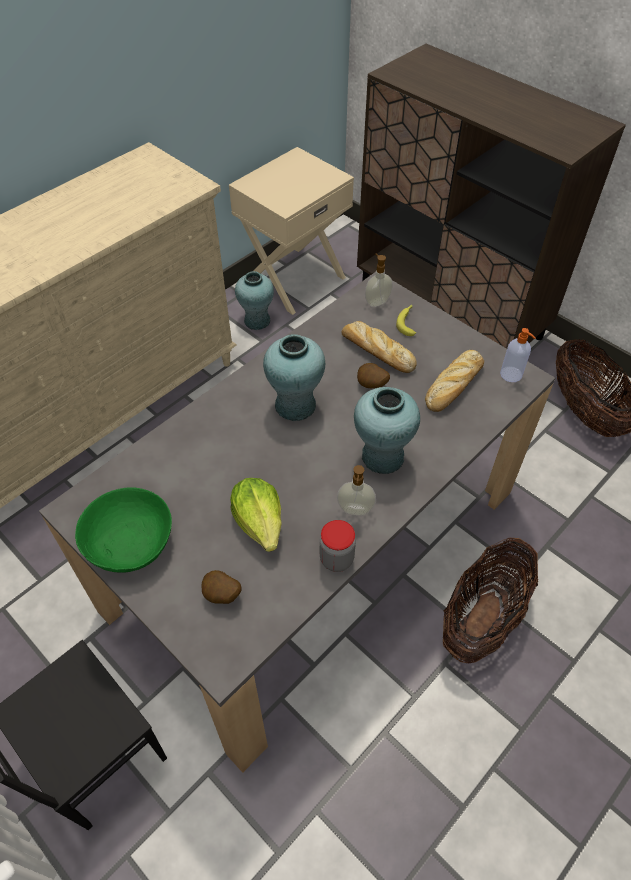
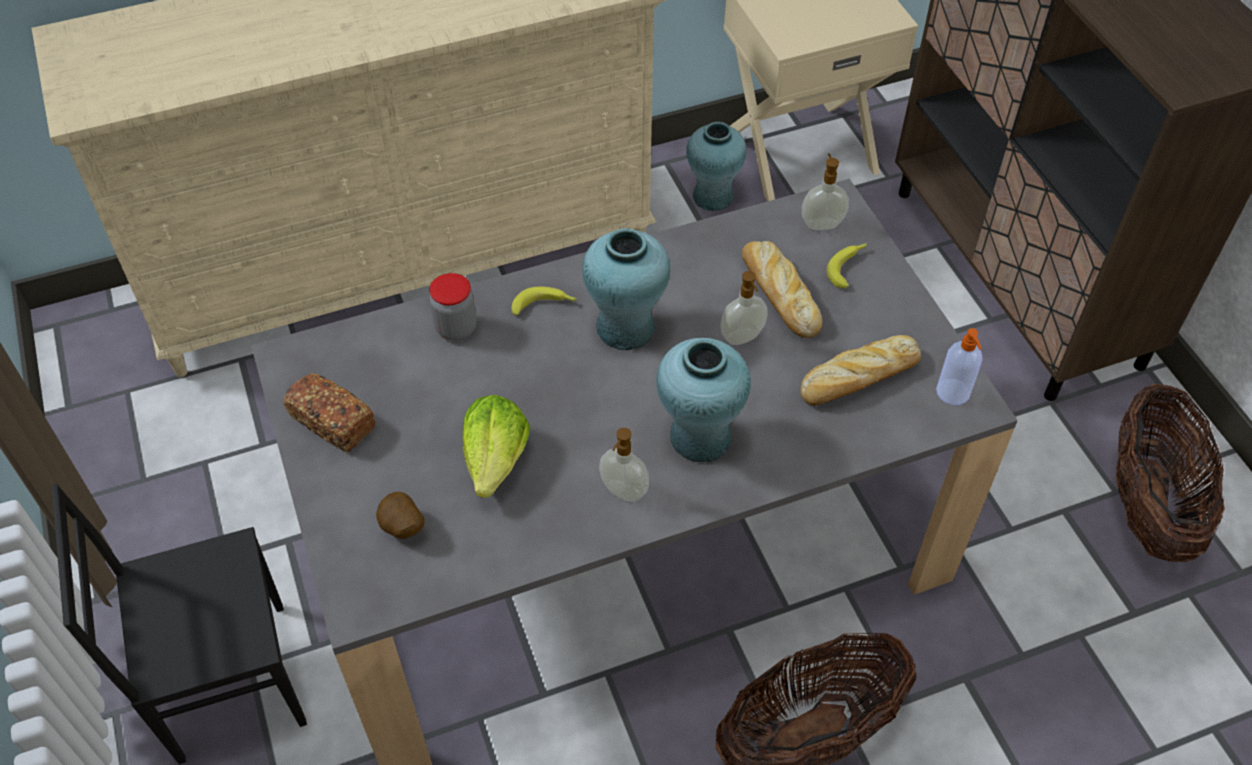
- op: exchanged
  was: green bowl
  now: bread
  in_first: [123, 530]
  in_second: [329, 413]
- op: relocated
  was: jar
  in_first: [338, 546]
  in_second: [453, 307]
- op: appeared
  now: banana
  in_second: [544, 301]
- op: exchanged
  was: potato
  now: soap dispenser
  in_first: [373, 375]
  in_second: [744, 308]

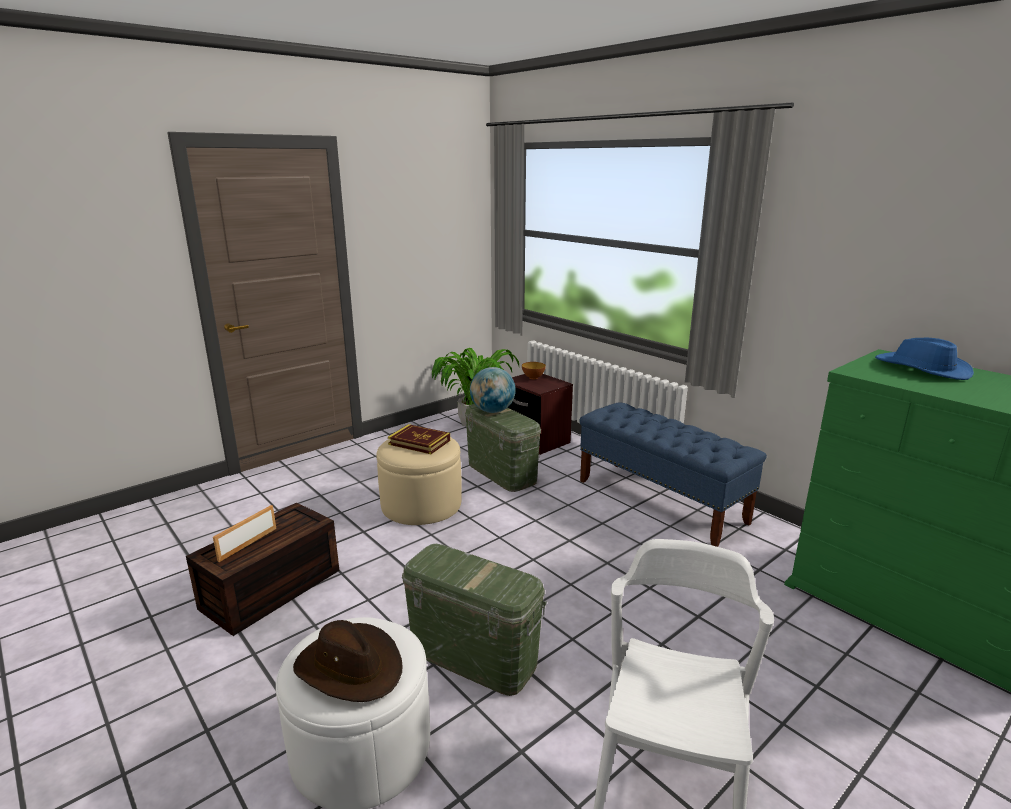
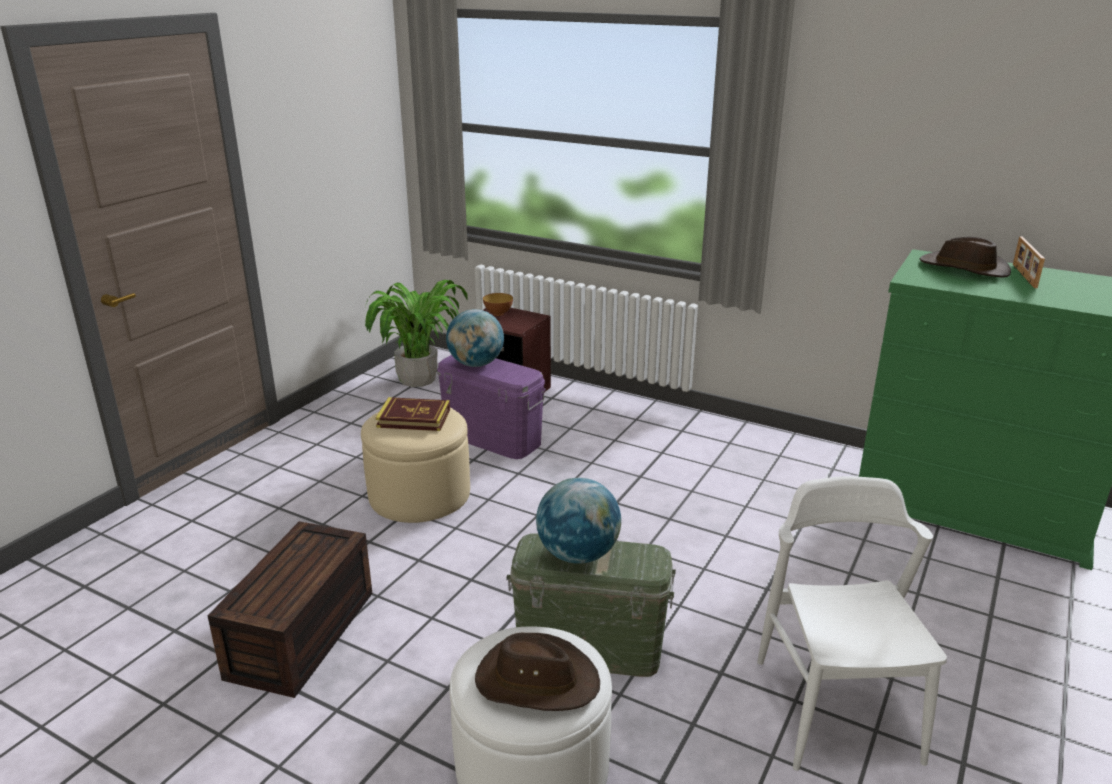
- op: colour
  was: green storage box
  now: purple storage box
  in_first: [503, 448]
  in_second: [491, 407]
- op: appeared
  now: globe
  in_second: [578, 521]
- op: colour
  was: blue hat
  now: brown hat
  in_first: [924, 359]
  in_second: [965, 257]
- op: relocated
  was: picture frame
  in_first: [244, 533]
  in_second: [1029, 262]
- op: missing
  was: blue bench
  in_first: [673, 475]

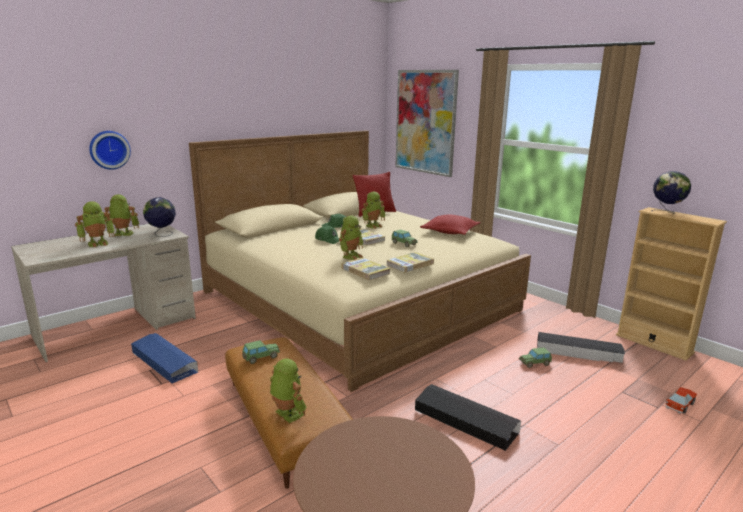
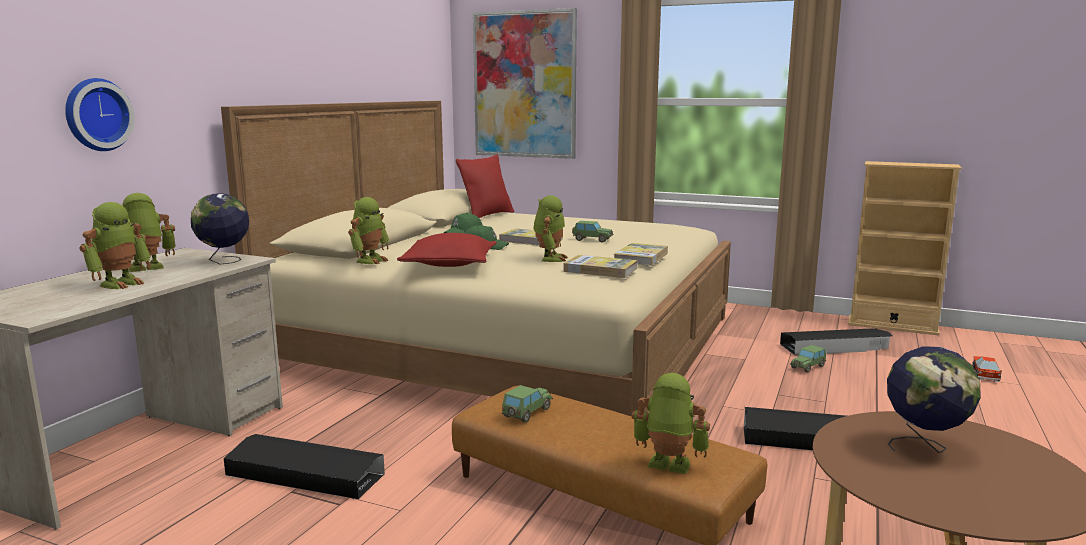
- op: colour
  was: blue storage box
  now: black storage box
  in_first: [164, 358]
  in_second: [304, 466]
- op: relocated
  was: toy robot
  in_first: [373, 210]
  in_second: [368, 230]
- op: relocated
  was: red pillow
  in_first: [450, 225]
  in_second: [447, 250]
- op: relocated
  was: globe
  in_first: [671, 192]
  in_second: [934, 400]

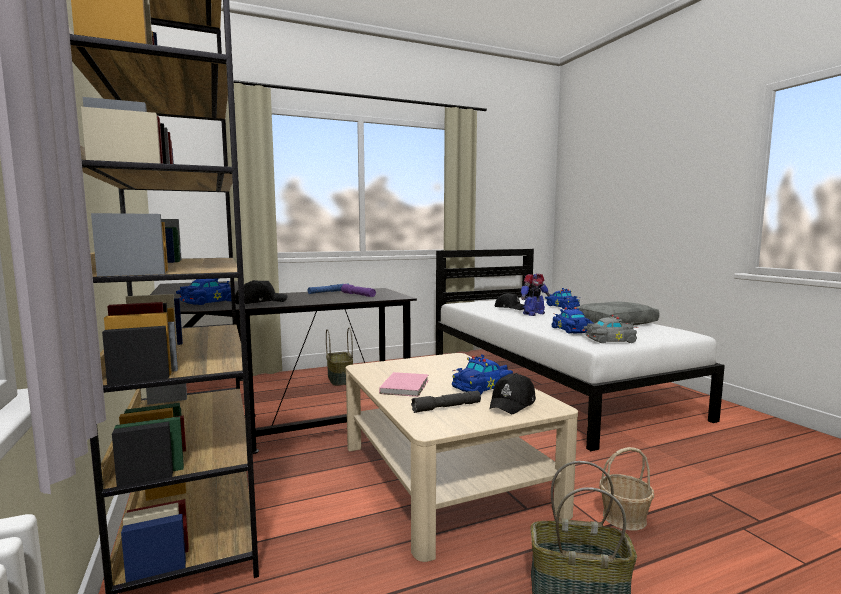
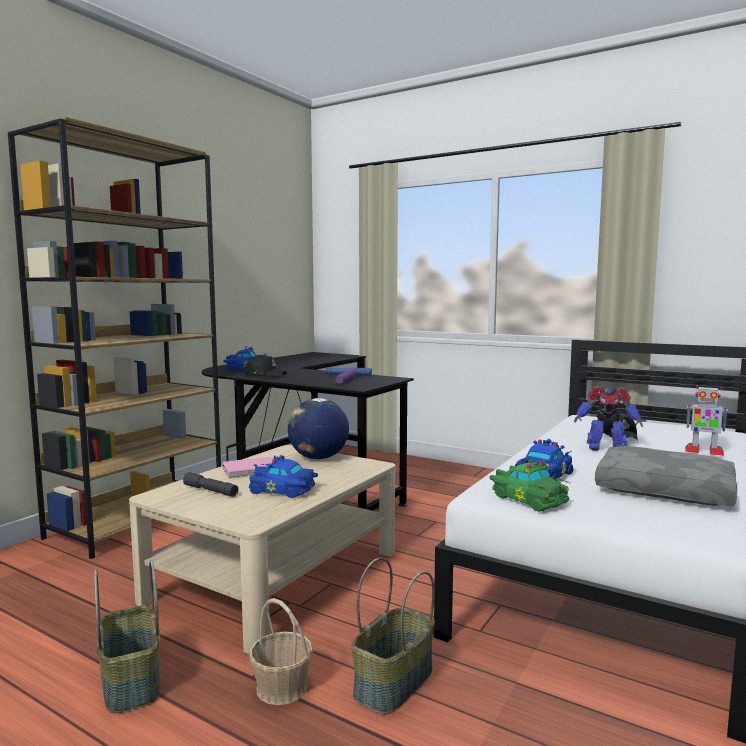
- op: appeared
  now: globe
  in_second: [318, 429]
- op: relocated
  was: basket
  in_first: [339, 357]
  in_second: [393, 635]
- op: colour
  was: grey toy car
  now: green toy car
  in_first: [611, 328]
  in_second: [529, 485]
- op: exchanged
  was: blue toy car
  now: toy robot
  in_first: [562, 298]
  in_second: [706, 420]
- op: missing
  was: black cap
  in_first: [512, 393]

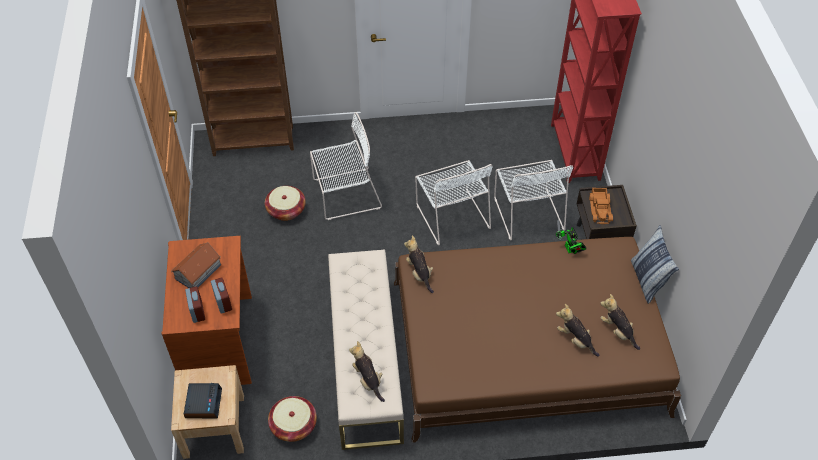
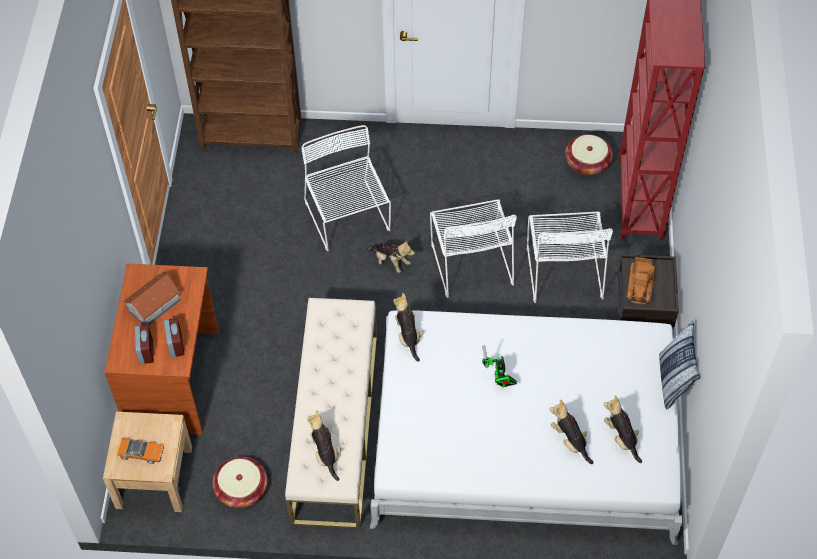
- op: exchanged
  was: alarm clock
  now: toy car
  in_first: [203, 400]
  in_second: [140, 451]
- op: spun
  was: white chair
  in_first: [346, 166]
  in_second: [346, 188]
  clockwise: -105
- op: appeared
  now: plush toy
  in_second: [391, 256]
- op: colour
  was: brown bed
  now: white bed
  in_first: [537, 340]
  in_second: [526, 427]
- op: relocated
  was: toy robot
  in_first: [571, 237]
  in_second: [499, 366]
- op: relocated
  was: basket
  in_first: [285, 203]
  in_second: [589, 154]

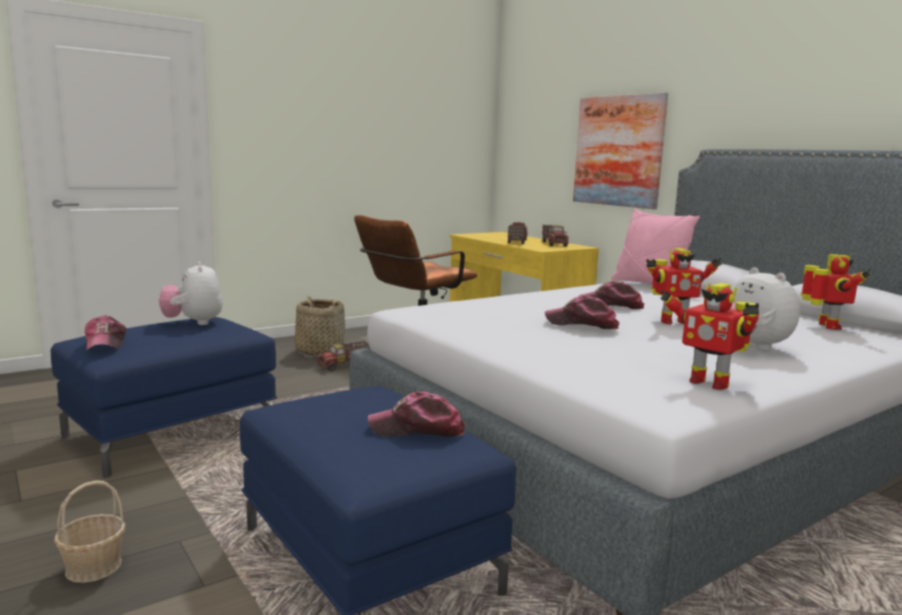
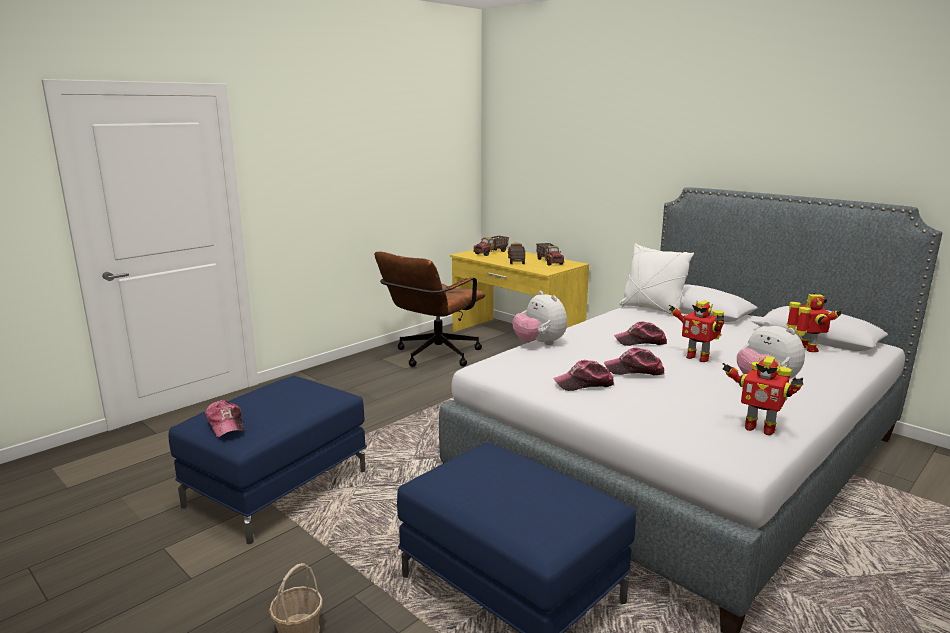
- op: relocated
  was: toy truck
  in_first: [343, 356]
  in_second: [491, 246]
- op: relocated
  was: plush toy
  in_first: [191, 293]
  in_second: [539, 318]
- op: relocated
  was: cap
  in_first: [416, 414]
  in_second: [583, 375]
- op: colour
  was: pink pillow
  now: white pillow
  in_first: [655, 246]
  in_second: [656, 278]
- op: spun
  was: toy robot
  in_first: [683, 286]
  in_second: [696, 331]
  clockwise: 60
- op: missing
  was: basket
  in_first: [320, 325]
- op: missing
  was: picture
  in_first: [620, 150]

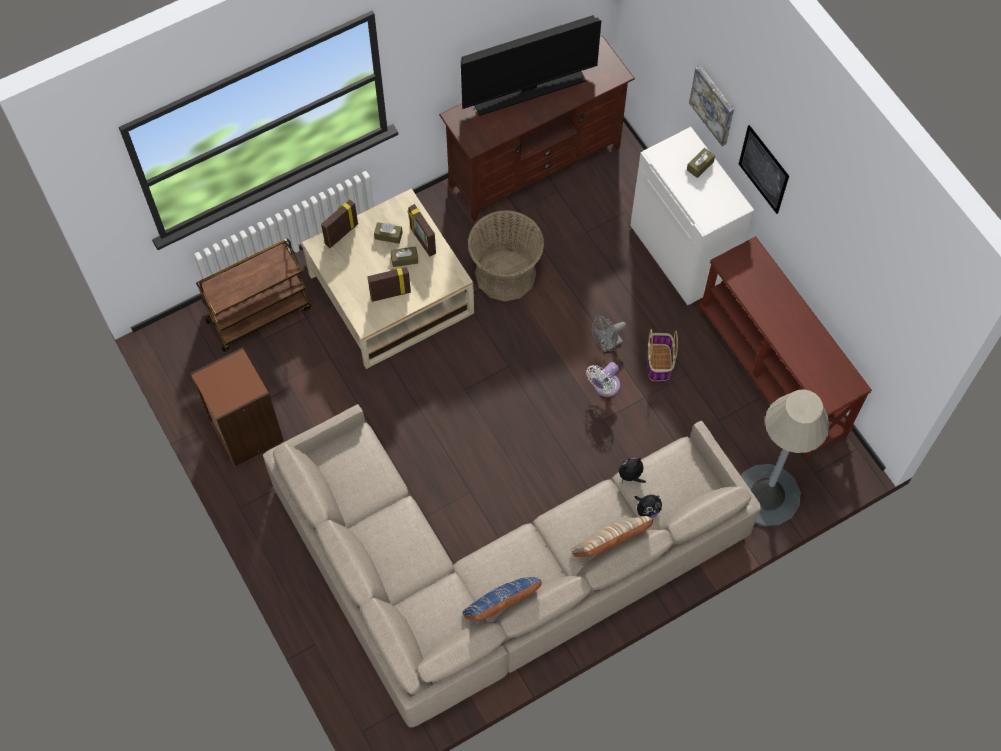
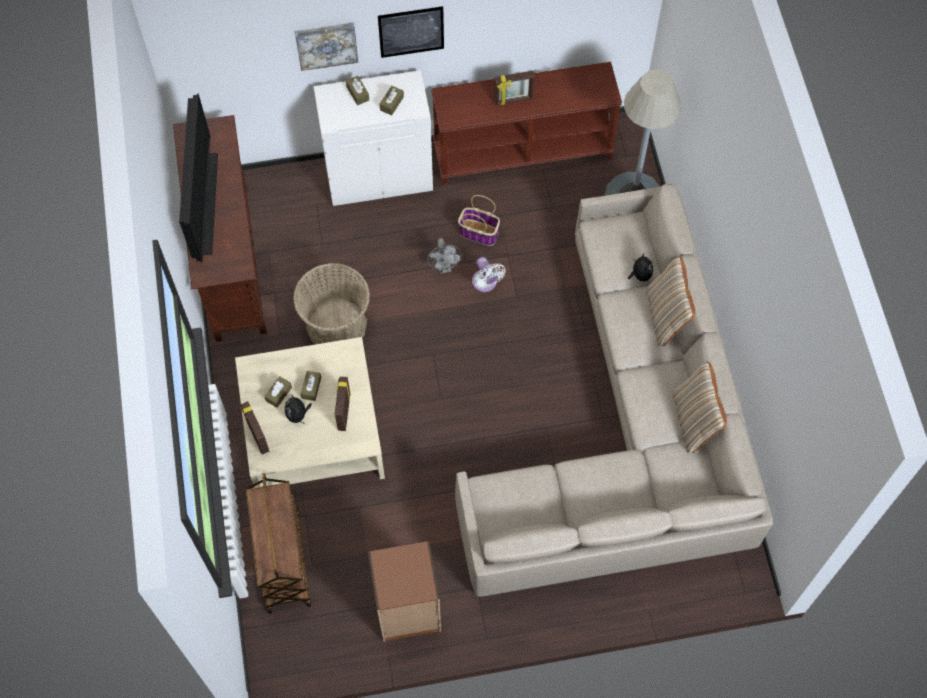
- op: relocated
  was: plush toy
  in_first: [632, 470]
  in_second: [298, 409]
- op: appeared
  now: brown tissue box
  in_second: [392, 100]
- op: relocated
  was: picture frame
  in_first: [421, 230]
  in_second: [514, 88]
- op: colour
  was: blue pillow
  now: beige pillow
  in_first: [502, 599]
  in_second: [700, 407]

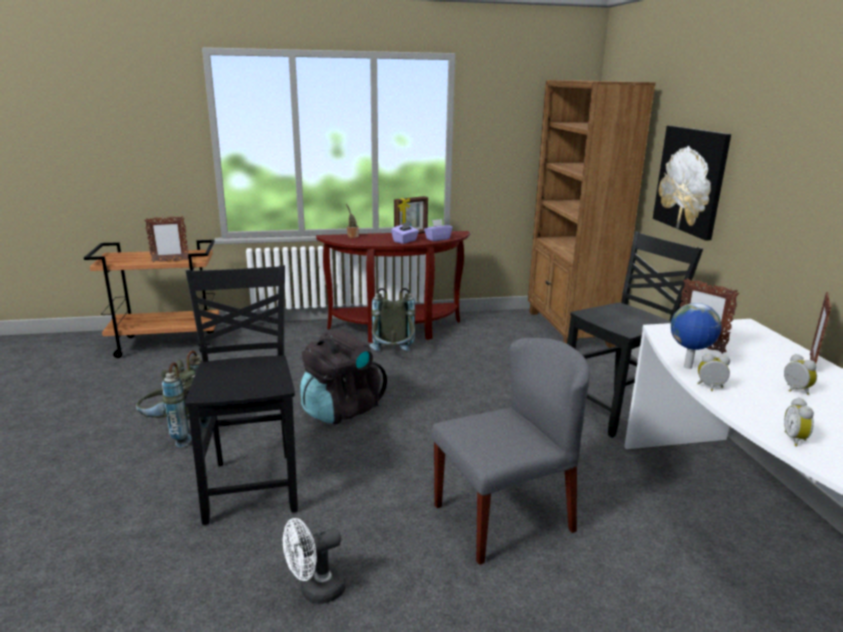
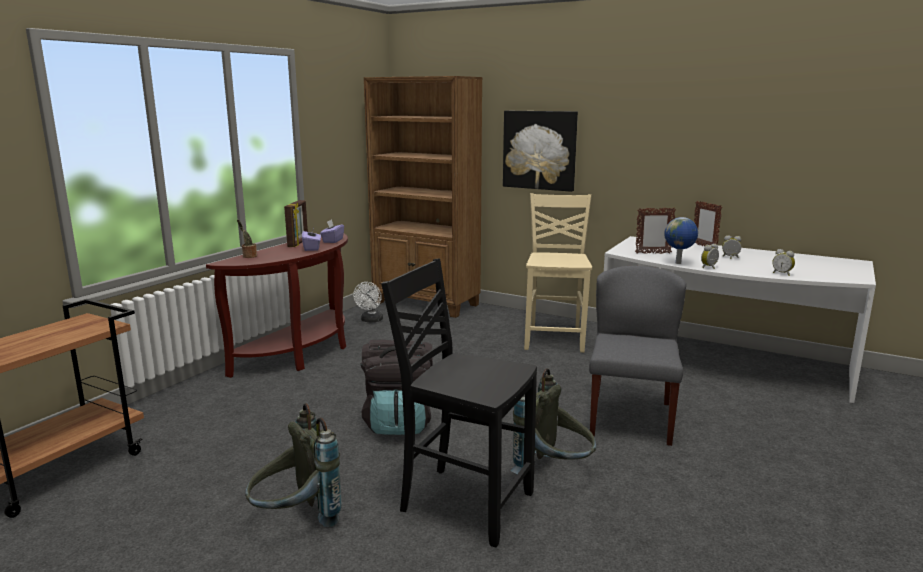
- op: relocated
  was: white fan
  in_first: [314, 561]
  in_second: [368, 302]
- op: relocated
  was: grey backpack
  in_first: [392, 319]
  in_second: [553, 421]
- op: colour
  was: black chair
  now: beige chair
  in_first: [635, 334]
  in_second: [558, 273]
- op: missing
  was: picture frame
  in_first: [166, 239]

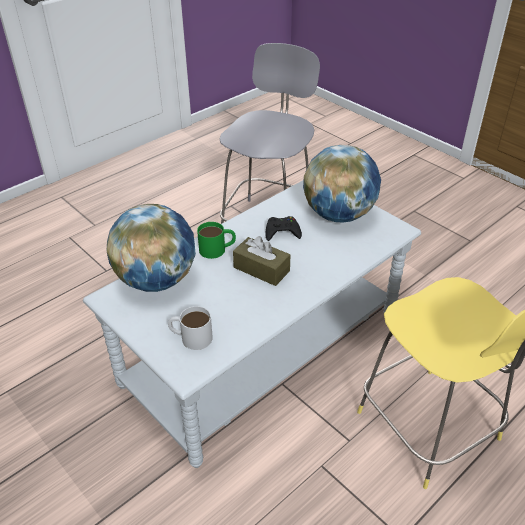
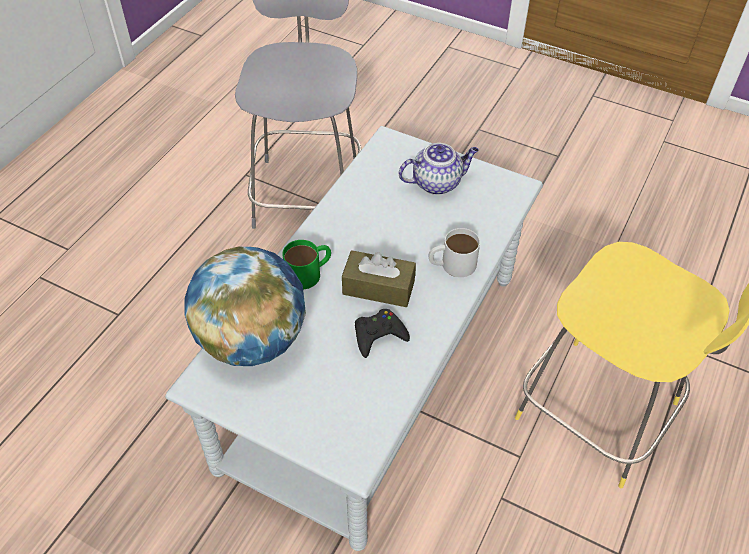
- op: relocated
  was: black game controller
  in_first: [283, 228]
  in_second: [382, 333]
- op: exchanged
  was: globe
  now: teapot
  in_first: [342, 184]
  in_second: [439, 169]
- op: relocated
  was: white mug
  in_first: [190, 328]
  in_second: [454, 252]

